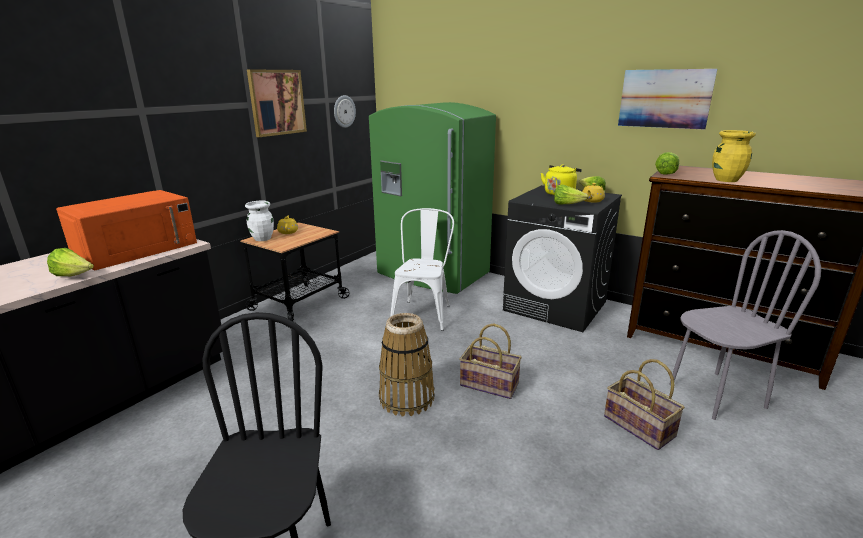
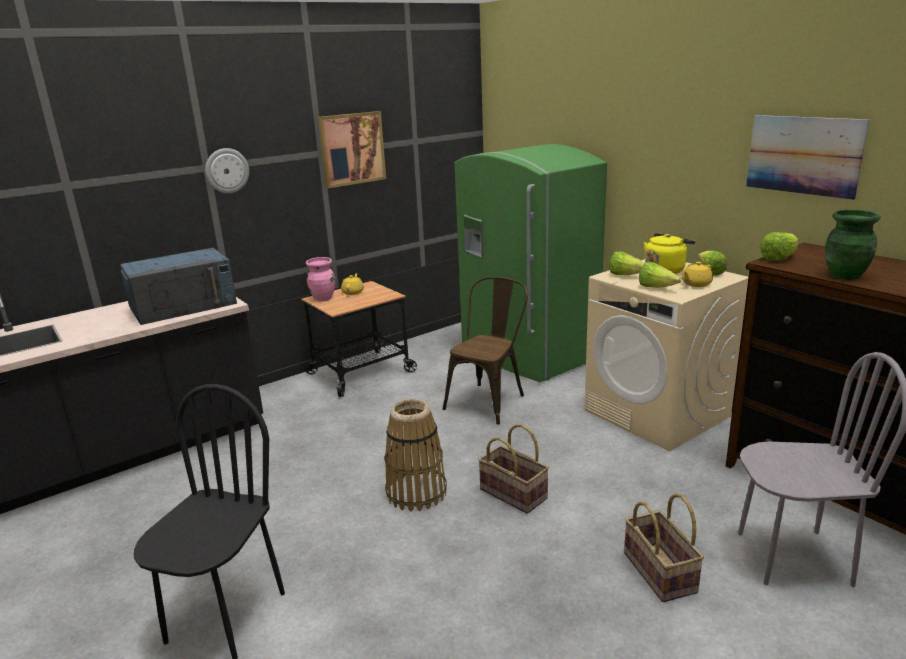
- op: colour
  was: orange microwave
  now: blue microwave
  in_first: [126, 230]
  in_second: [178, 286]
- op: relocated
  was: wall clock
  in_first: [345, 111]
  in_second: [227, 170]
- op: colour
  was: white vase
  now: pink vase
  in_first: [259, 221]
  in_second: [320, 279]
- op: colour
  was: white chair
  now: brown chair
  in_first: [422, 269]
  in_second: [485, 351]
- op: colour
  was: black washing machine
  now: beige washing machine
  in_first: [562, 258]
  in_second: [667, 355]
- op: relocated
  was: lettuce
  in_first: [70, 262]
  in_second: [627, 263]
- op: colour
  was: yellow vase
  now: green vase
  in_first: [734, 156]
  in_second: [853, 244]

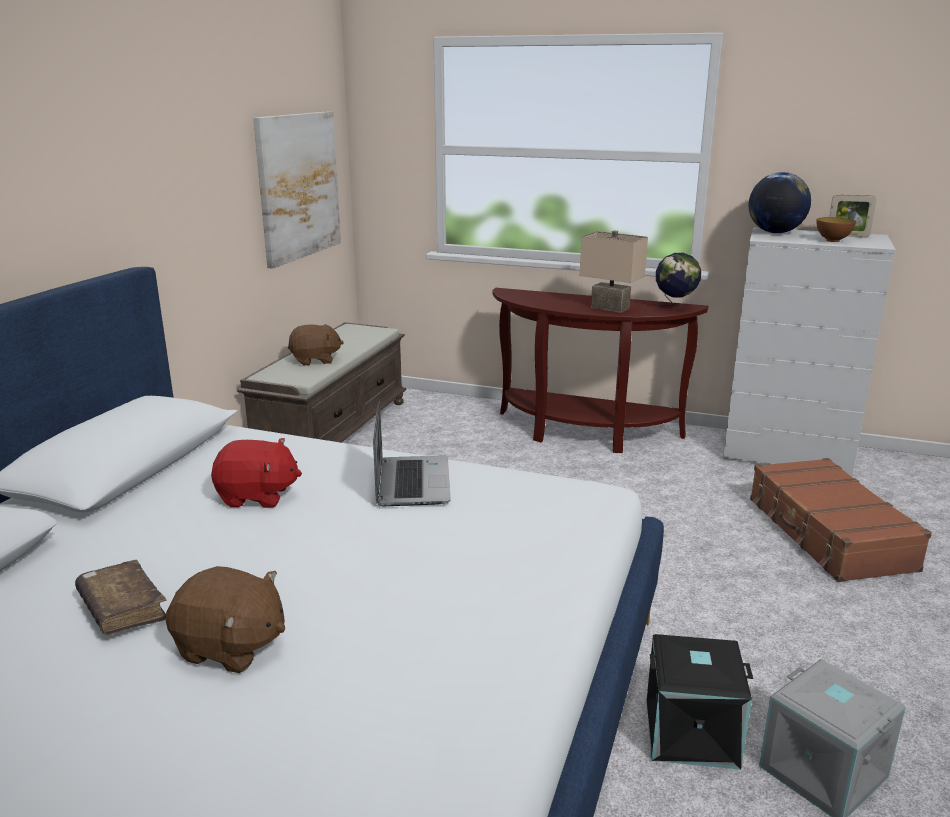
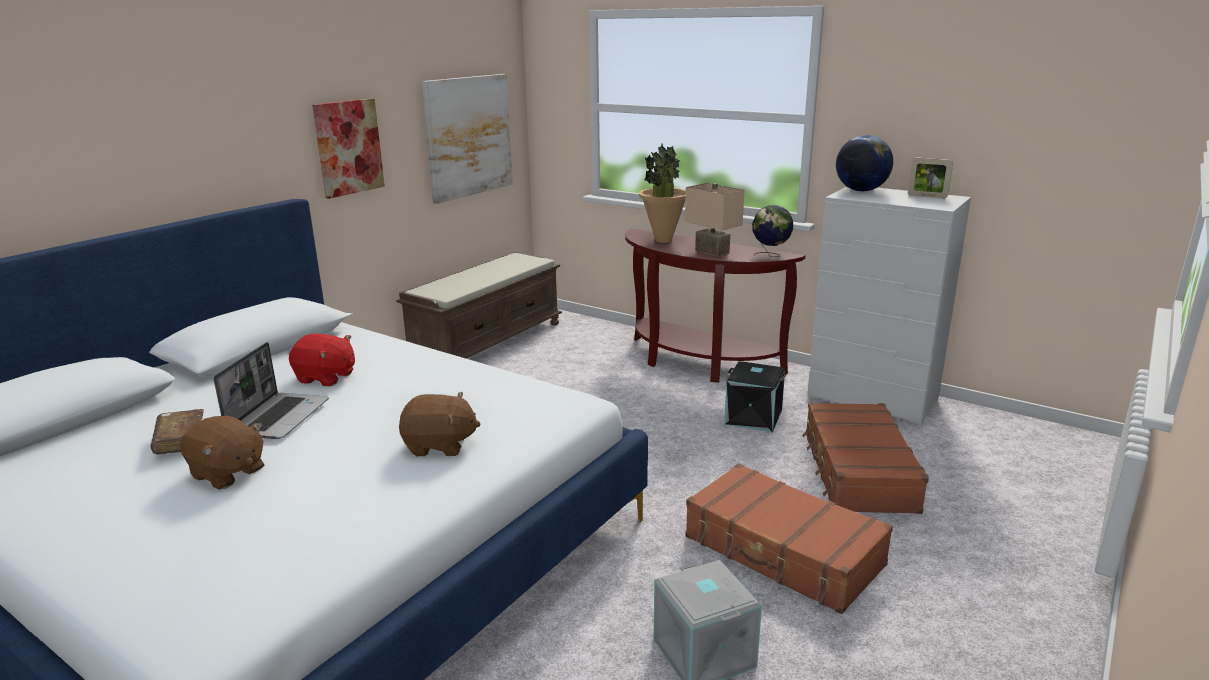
- op: relocated
  was: laptop
  in_first: [412, 453]
  in_second: [271, 390]
- op: appeared
  now: picture
  in_second: [348, 148]
- op: relocated
  was: brown plush toy
  in_first: [316, 345]
  in_second: [439, 424]
- op: appeared
  now: potted plant
  in_second: [662, 193]
- op: appeared
  now: brown suitcase
  in_second: [789, 538]
- op: relocated
  was: black storage box
  in_first: [700, 702]
  in_second: [754, 397]
- op: missing
  was: bowl
  in_first: [836, 229]

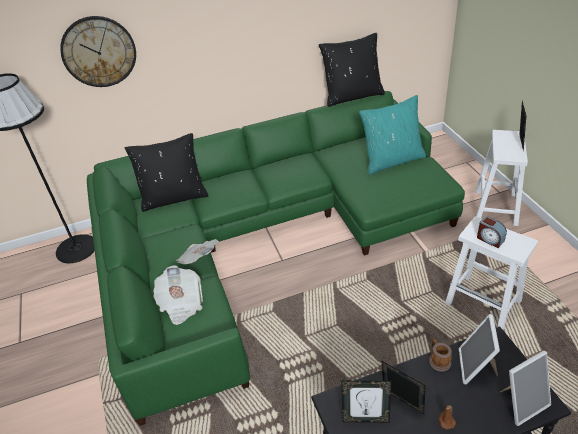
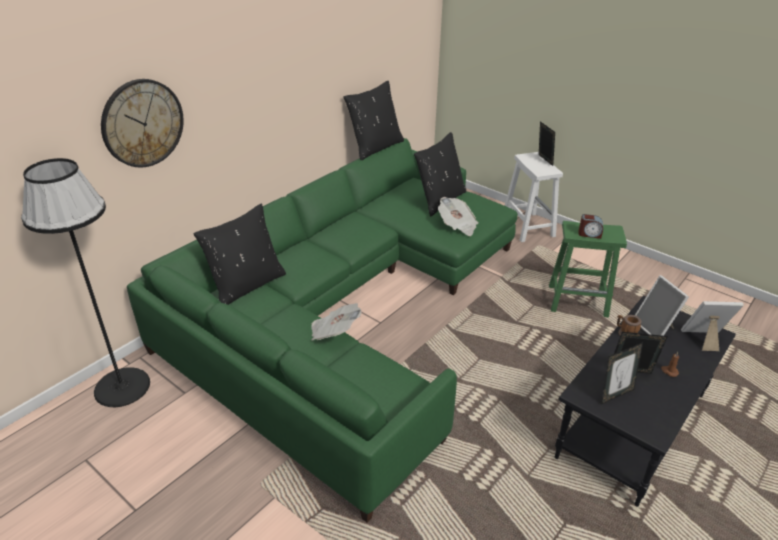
- op: colour
  was: turquoise pillow
  now: black pillow
  in_first: [392, 135]
  in_second: [440, 174]
- op: relocated
  was: newspaper
  in_first: [178, 295]
  in_second: [458, 216]
- op: colour
  was: white stool
  now: green stool
  in_first: [491, 273]
  in_second: [588, 269]
- op: spun
  was: picture frame
  in_first: [525, 388]
  in_second: [712, 326]
  clockwise: -120

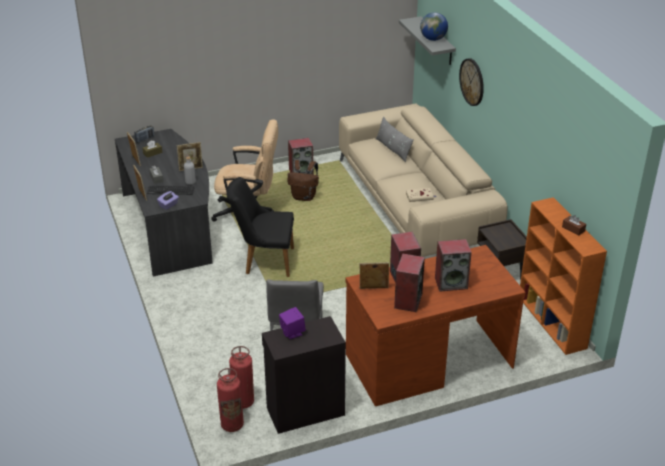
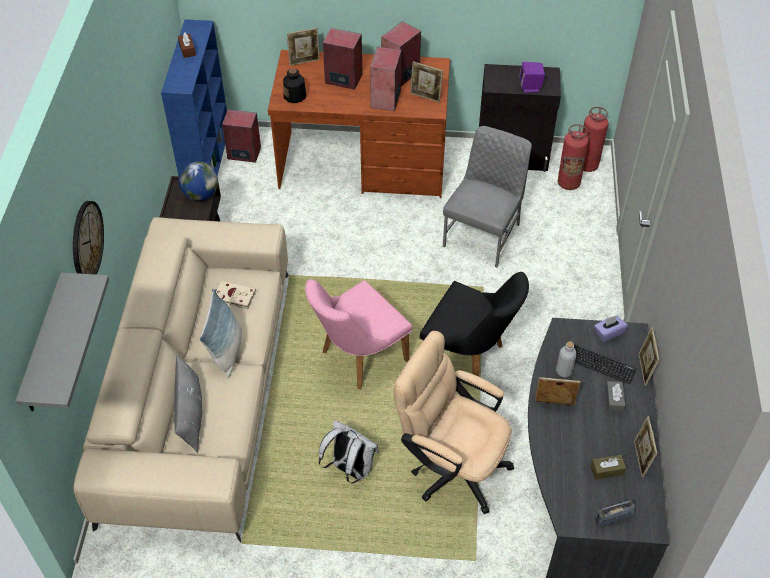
- op: colour
  was: orange bookcase
  now: blue bookcase
  in_first: [563, 276]
  in_second: [194, 97]
- op: relocated
  was: globe
  in_first: [434, 26]
  in_second: [198, 181]
- op: appeared
  now: pillow
  in_second: [220, 333]
- op: relocated
  was: speaker
  in_first: [300, 156]
  in_second: [241, 136]
- op: appeared
  now: bottle
  in_second: [294, 86]
- op: appeared
  now: picture frame
  in_second: [303, 47]
- op: appeared
  now: pink chair
  in_second: [358, 334]
- op: colour
  was: brown backpack
  now: white backpack
  in_first: [303, 180]
  in_second: [348, 452]

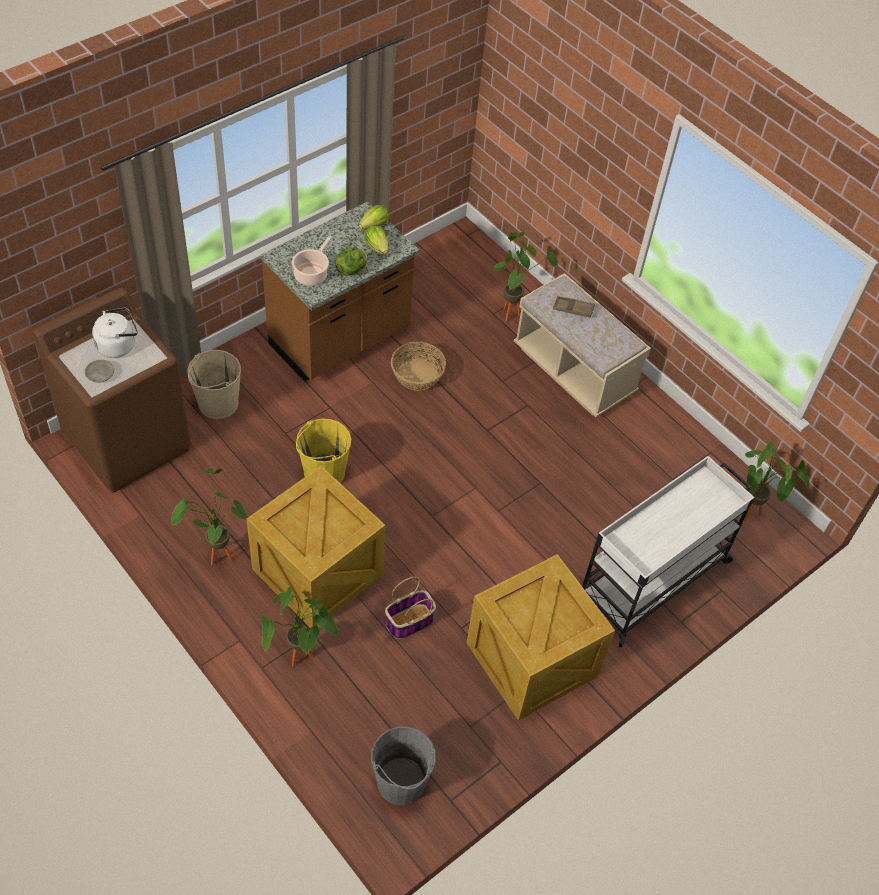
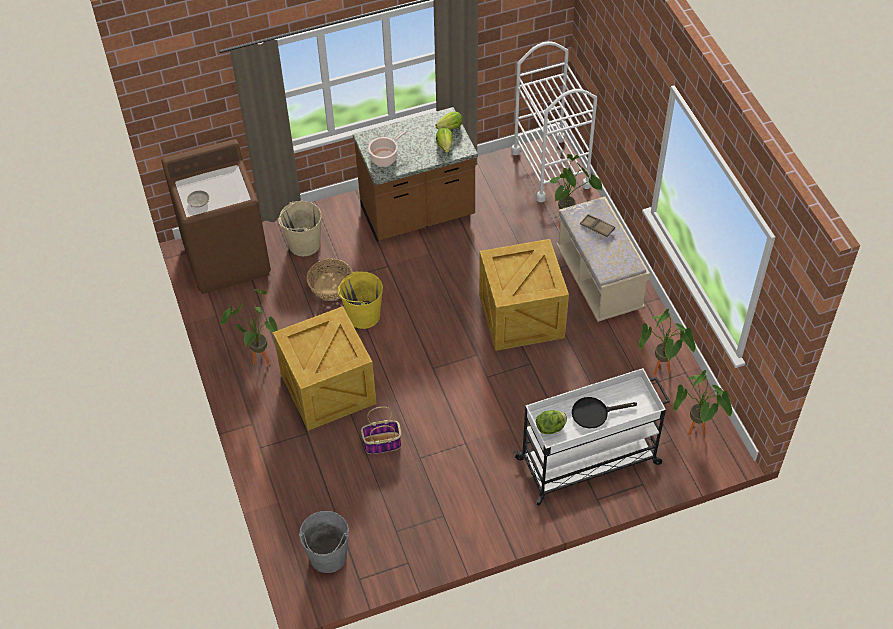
- op: relocated
  was: basket
  in_first: [418, 366]
  in_second: [330, 279]
- op: relocated
  was: crate
  in_first: [540, 637]
  in_second: [524, 295]
- op: appeared
  now: white cart
  in_second: [554, 121]
- op: relocated
  was: lettuce
  in_first: [351, 262]
  in_second: [551, 422]
- op: appeared
  now: black frying pan
  in_second: [604, 412]
- op: relocated
  was: potted plant
  in_first: [299, 626]
  in_second: [667, 341]
- op: missing
  was: white kettle
  in_first: [115, 333]

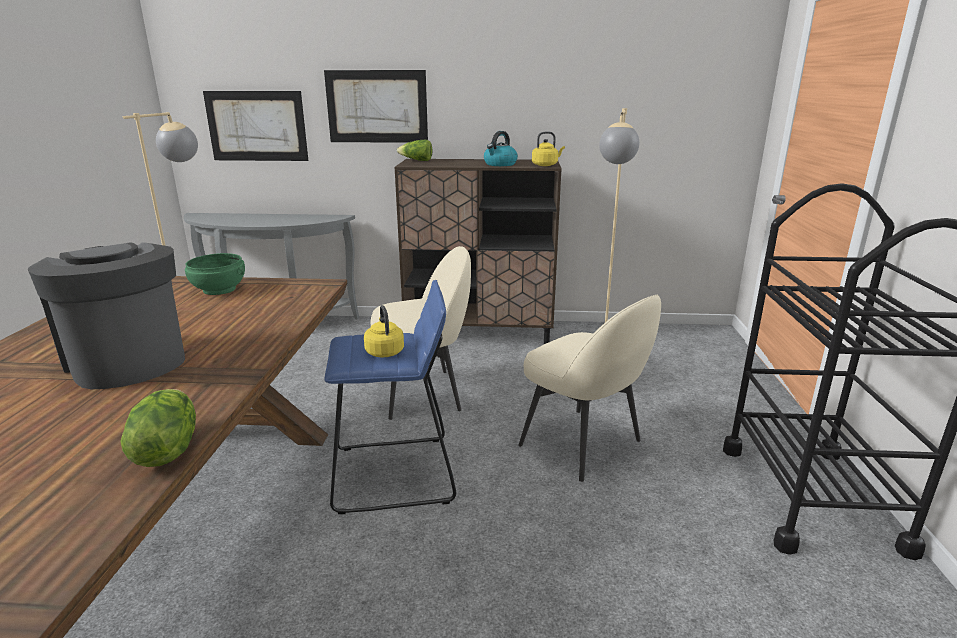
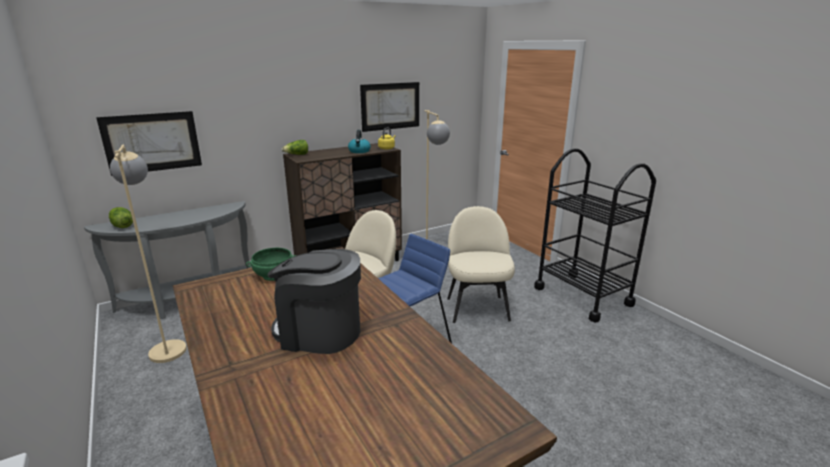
- op: relocated
  was: lettuce
  in_first: [158, 428]
  in_second: [121, 217]
- op: relocated
  was: picture
  in_first: [376, 106]
  in_second: [389, 107]
- op: spun
  was: beige chair
  in_first: [589, 388]
  in_second: [481, 264]
  clockwise: -105
- op: missing
  was: yellow kettle
  in_first: [384, 331]

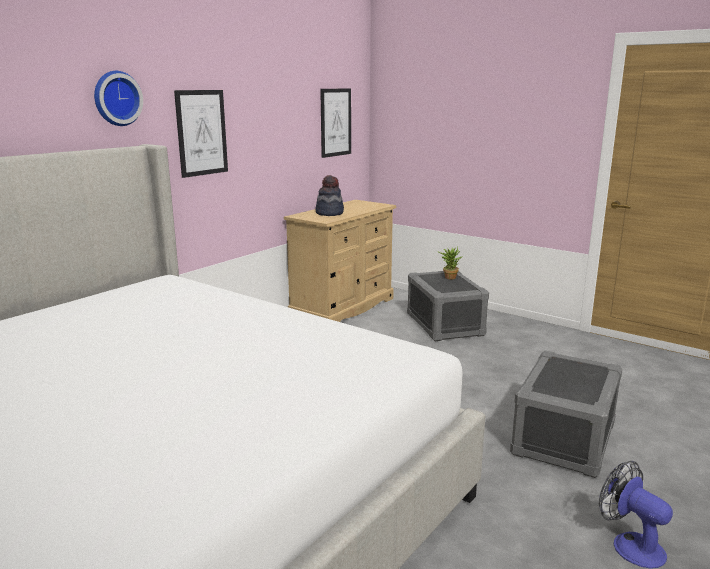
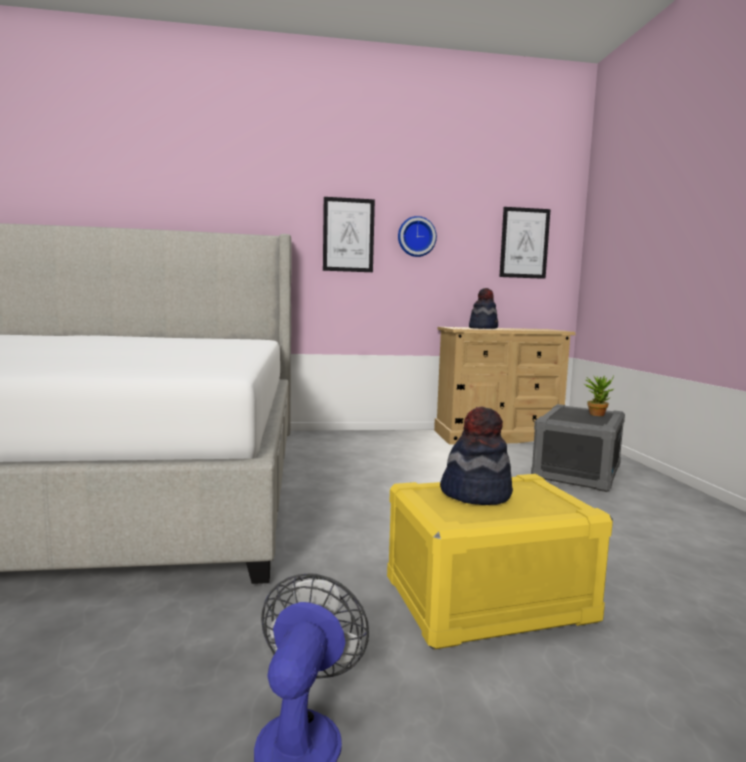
- op: colour
  was: grey storage box
  now: yellow storage box
  in_first: [566, 414]
  in_second: [500, 562]
- op: relocated
  was: wall clock
  in_first: [118, 98]
  in_second: [417, 236]
- op: appeared
  now: hat
  in_second: [476, 456]

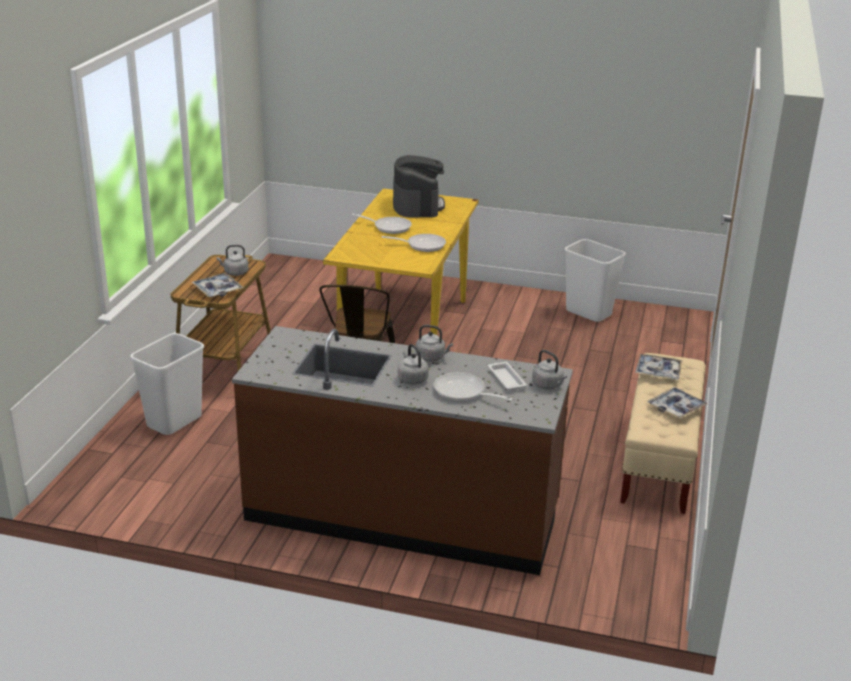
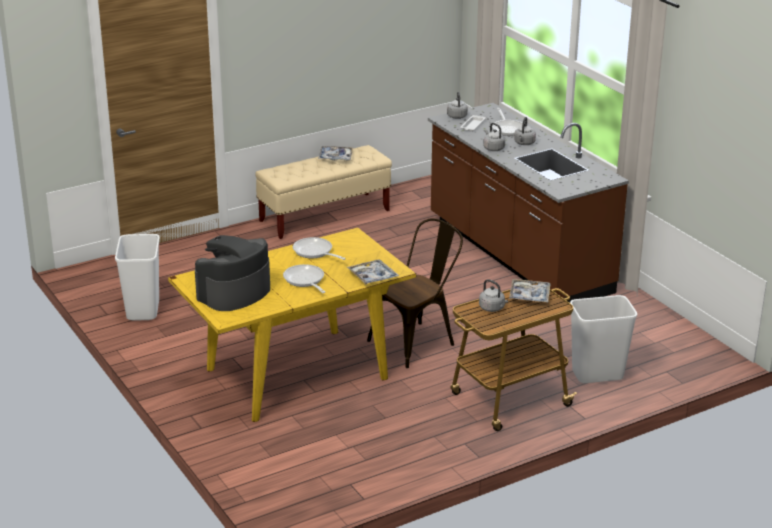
- op: relocated
  was: tray
  in_first: [659, 367]
  in_second: [373, 272]

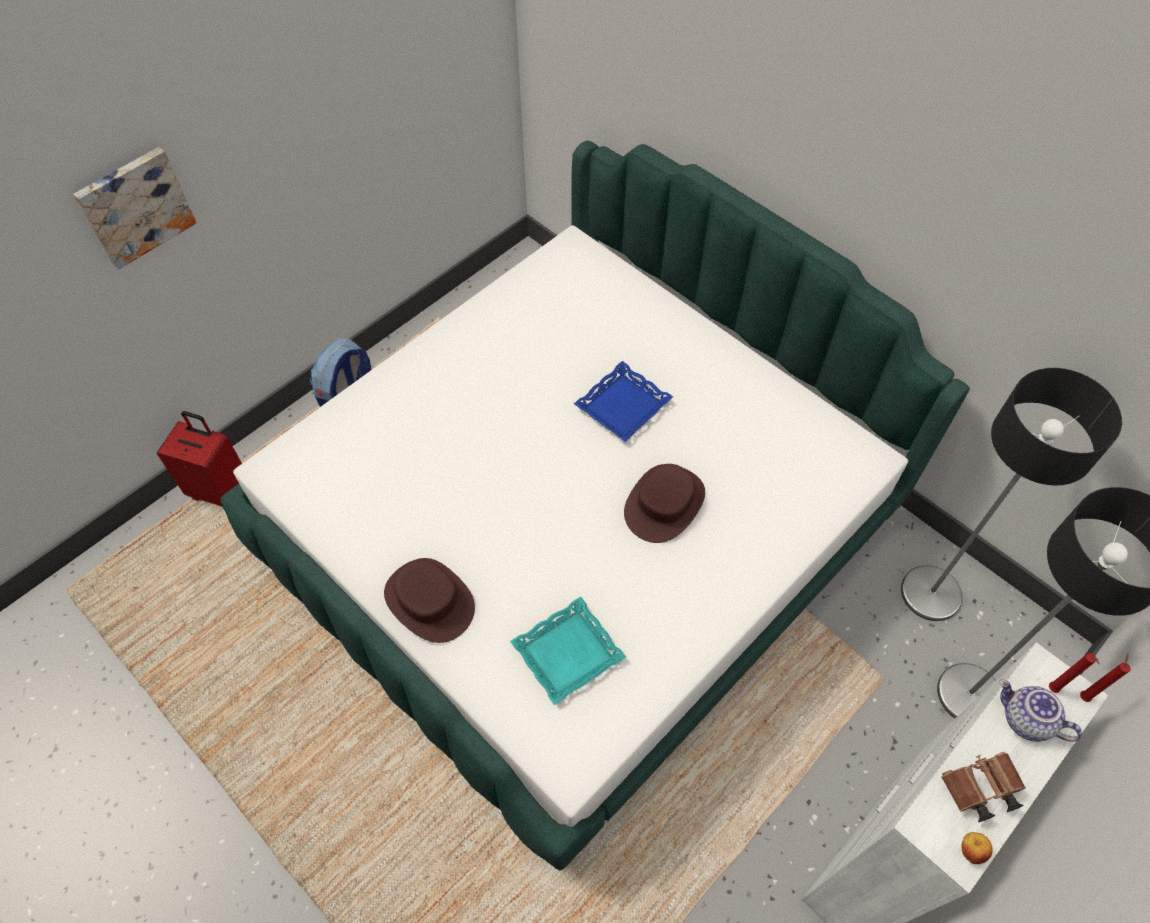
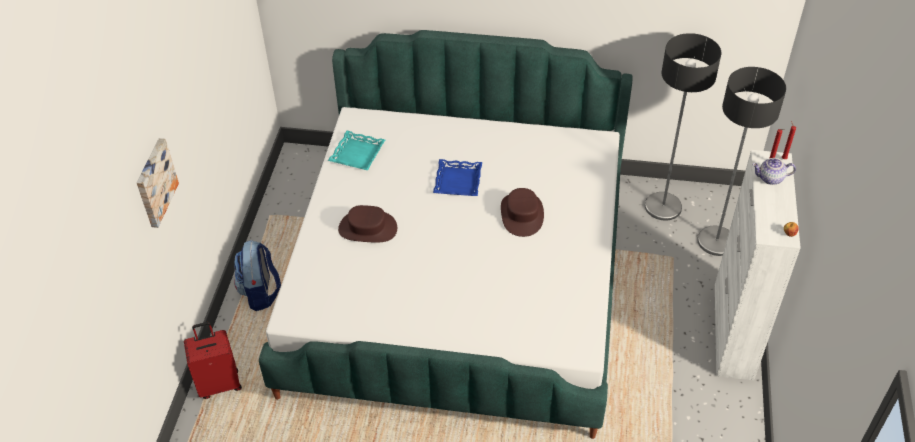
- op: relocated
  was: turquoise tray
  in_first: [568, 650]
  in_second: [356, 150]
- op: relocated
  was: brown hat
  in_first: [429, 600]
  in_second: [367, 224]
- op: missing
  was: brown binoculars
  in_first: [983, 787]

